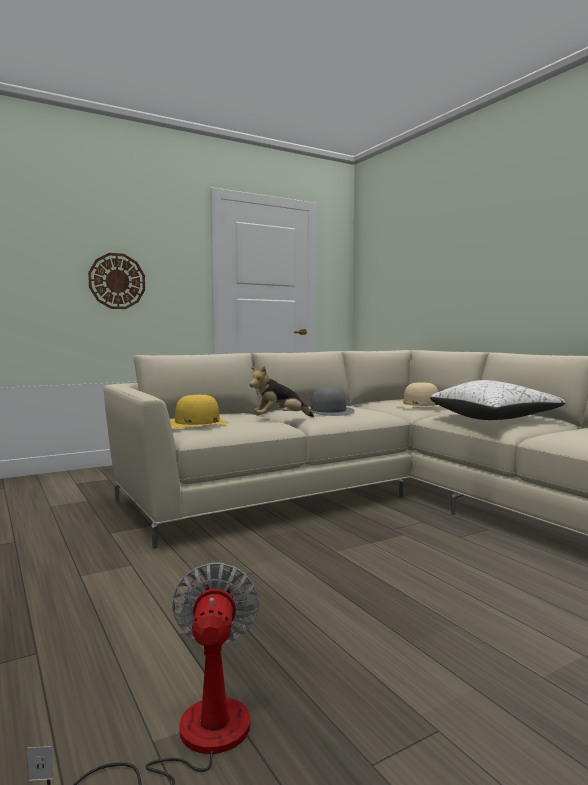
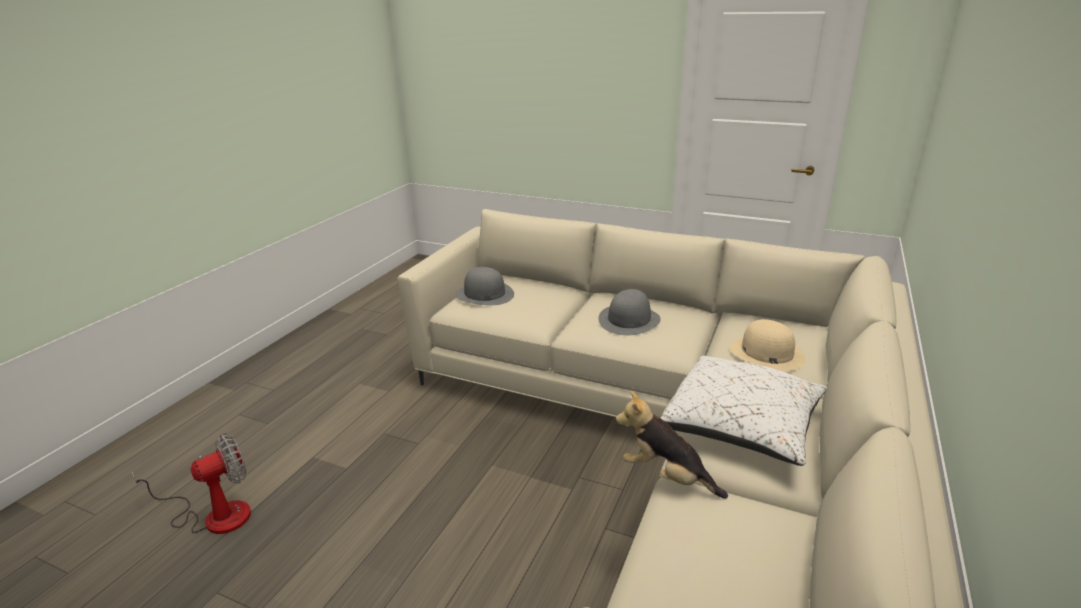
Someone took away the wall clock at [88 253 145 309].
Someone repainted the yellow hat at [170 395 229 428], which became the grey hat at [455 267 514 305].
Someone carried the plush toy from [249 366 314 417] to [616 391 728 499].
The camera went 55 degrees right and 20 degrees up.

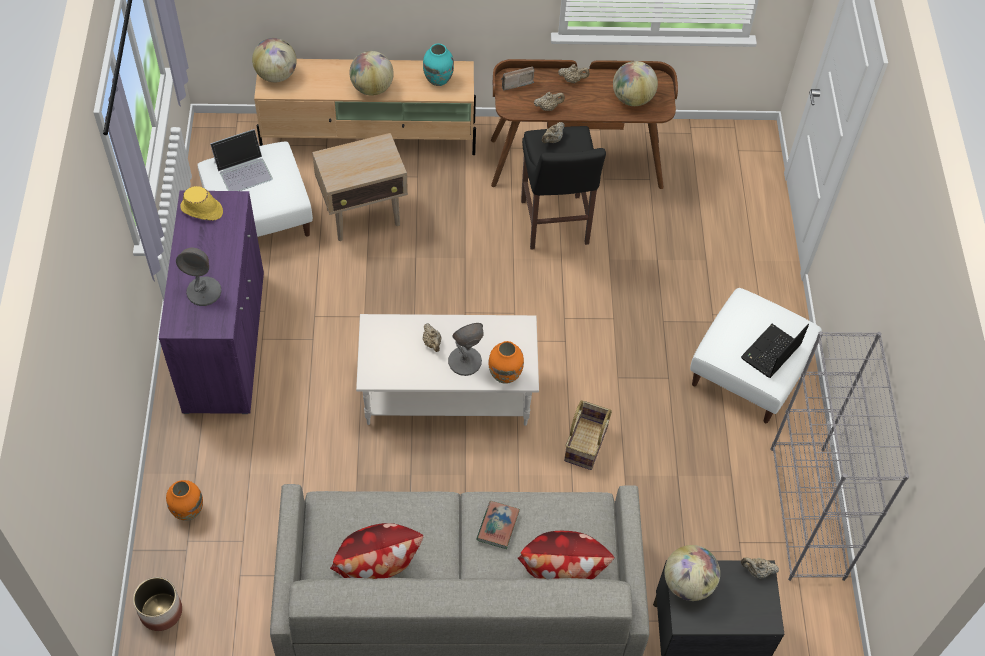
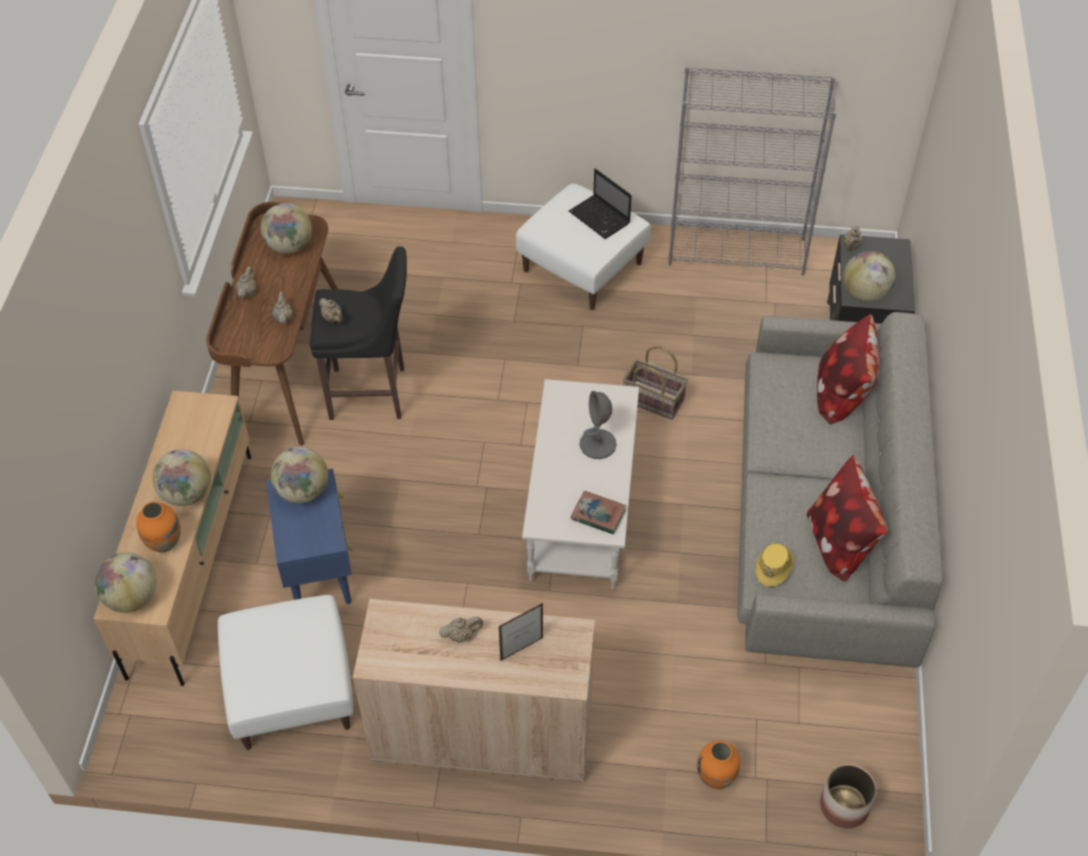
Someone repainted the purple cabinet at [159 191 264 414], which became the beige cabinet at [353 599 595 782].
Someone swapped the grey table lamp at [176 248 222 306] for the picture frame at [499 603 543 661].
Someone carried the yellow hat from [180 186 223 221] to [755 543 794 587].
Someone took away the laptop at [210 129 273 191].
Someone repainted the beige side table at [312 133 408 241], which became the blue side table at [266 469 352 604].
Someone took away the turquoise vase at [423 44 454 86].
Someone carried the beige teapot from [423 323 442 352] to [439 617 483 642].
Someone carried the book from [476 501 520 549] to [571 491 627 534].
Someone carried the orange vase from [488 341 524 384] to [136 501 181 552].
Someone took away the radio at [501 67 535 90].
Someone put down the globe at [271 447 328 503].
The camera went 80 degrees left and 5 degrees down.

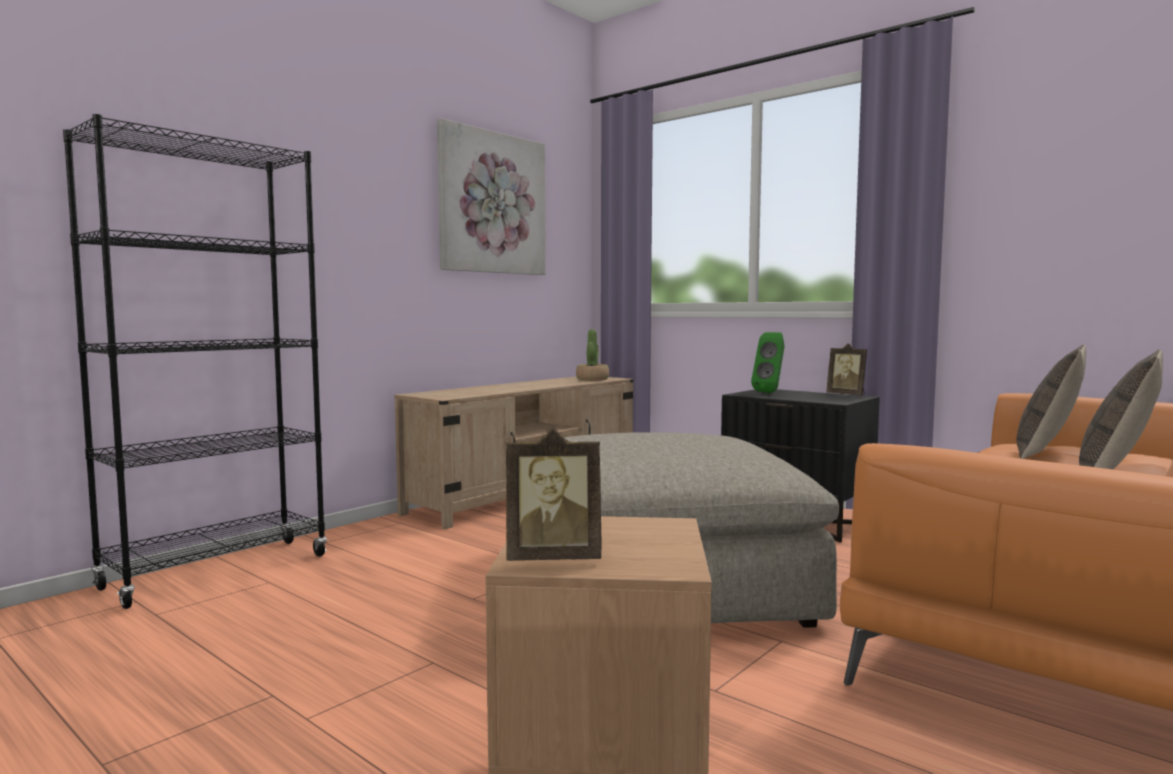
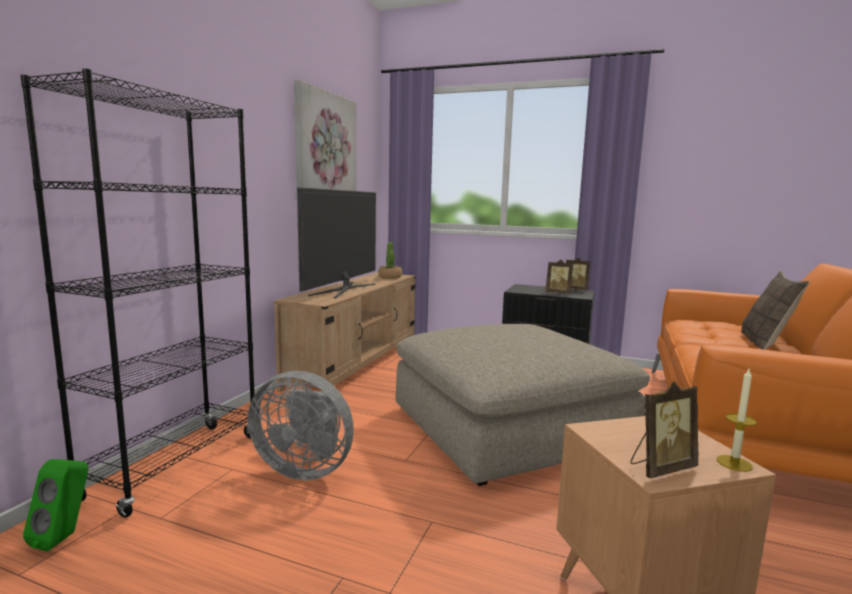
Someone carried the green speaker from [751 332 785 393] to [23 459 88 552].
Someone took away the pillow at [1016 345 1086 459].
Someone put down the grey fan at [248 371 354 481].
Someone put down the television at [297 187 376 298].
Someone put down the picture frame at [545 259 573 294].
Someone put down the candle at [717 367 757 472].
The camera went 20 degrees left and 5 degrees up.

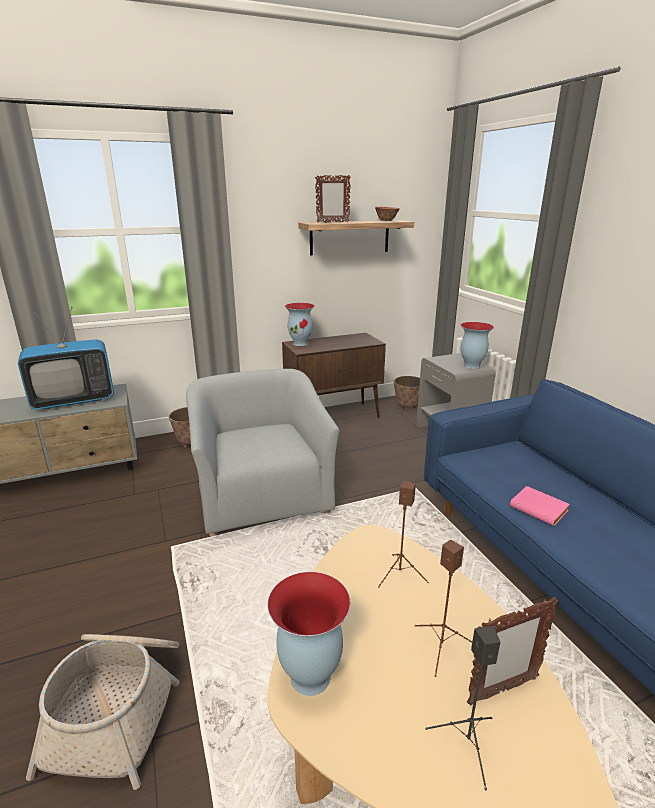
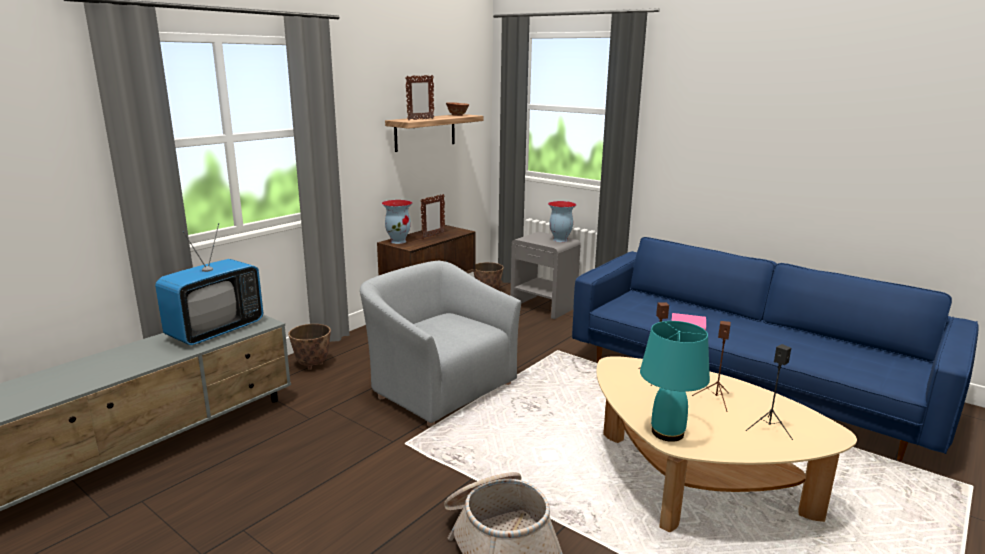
Someone swapped the vase at [267 572 351 696] for the turquoise table lamp at [640 321 710 442].
Someone carried the picture frame from [467 597 558 706] to [421 194 445 239].
The camera went 30 degrees left and 5 degrees down.

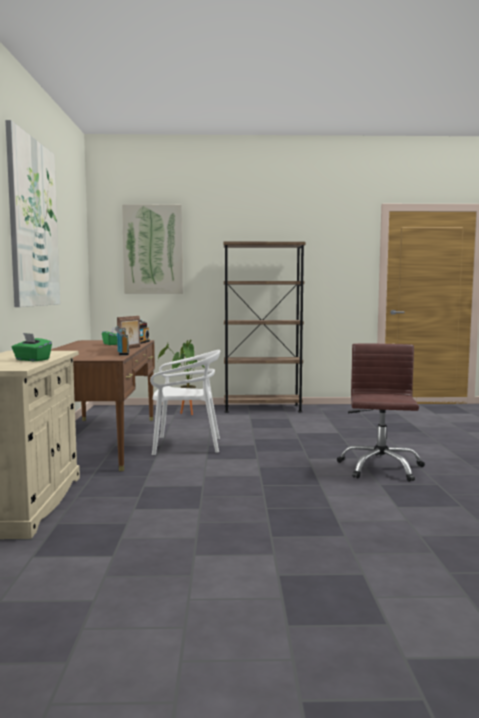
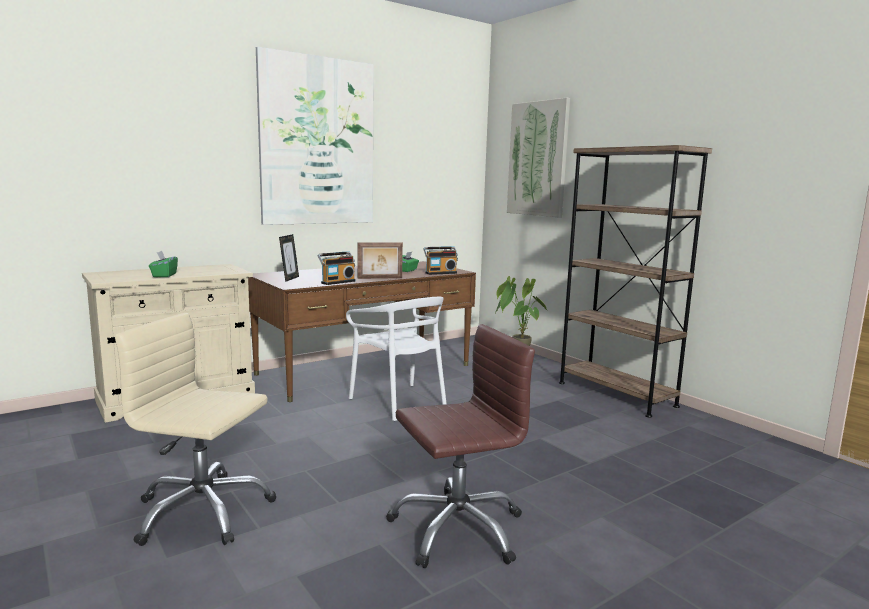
Someone put down the beige office chair at [115 313 276 546].
Someone put down the picture frame at [279 234 299 282].
The camera went 55 degrees right and 5 degrees up.

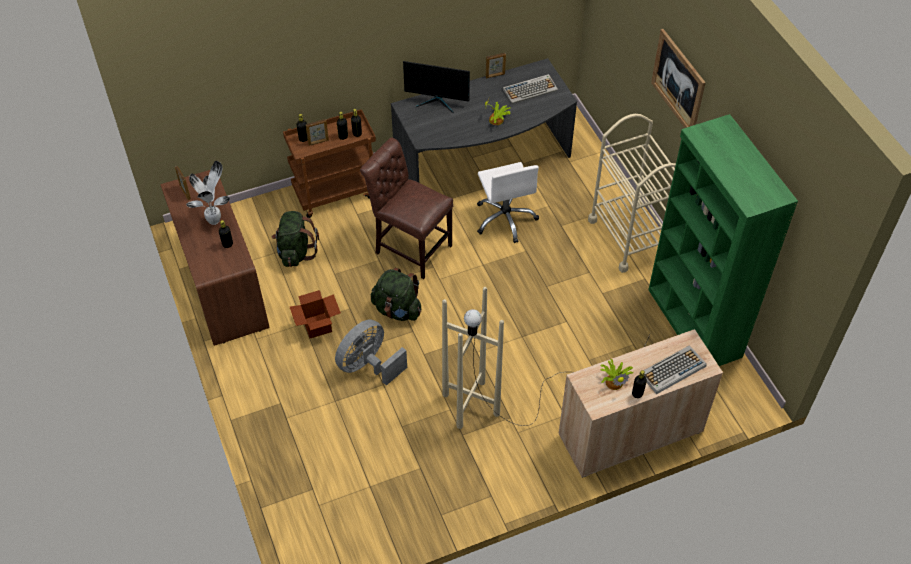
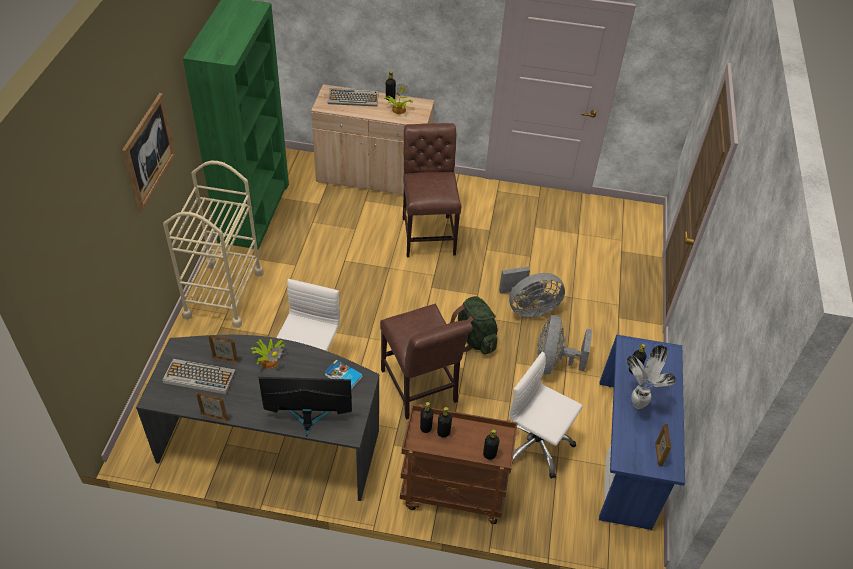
Someone repainted the brown desk at [160 170 270 346], which became the blue desk at [599 335 685 530].
Someone swapped the green backpack at [272 211 319 267] for the white office chair at [510 352 583 479].
Someone swapped the cardboard box at [290 290 341 338] for the grey fan at [537 315 592 375].
Someone carried the picture frame from [306 119 329 146] to [208 335 238 363].
Someone rotated the monitor at [403 61 470 113] by 45 degrees counterclockwise.
Someone swapped the beige floor lamp at [442 287 650 429] for the brown chair at [403 123 461 257].
Someone put down the book at [324 359 363 390].
The camera went 150 degrees left and 5 degrees down.

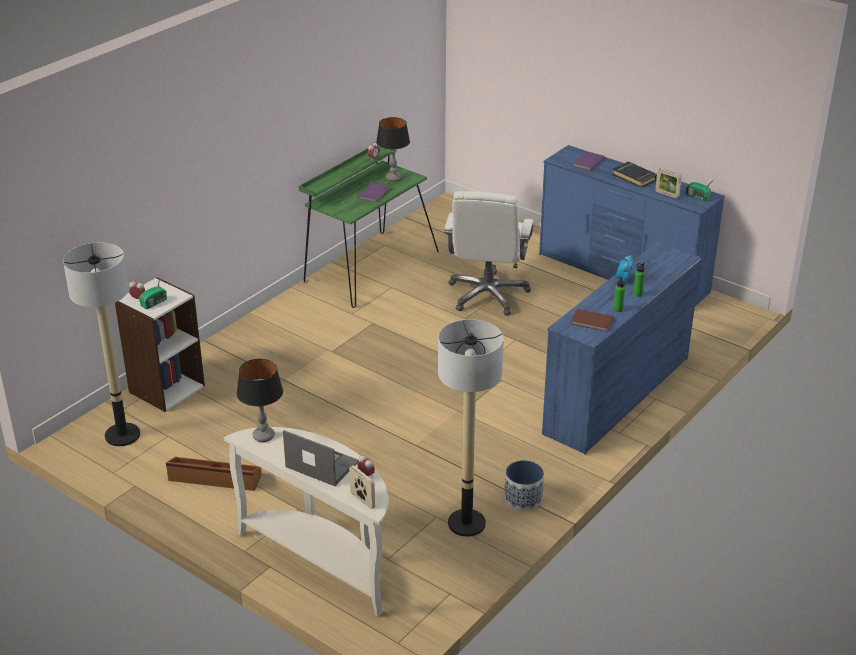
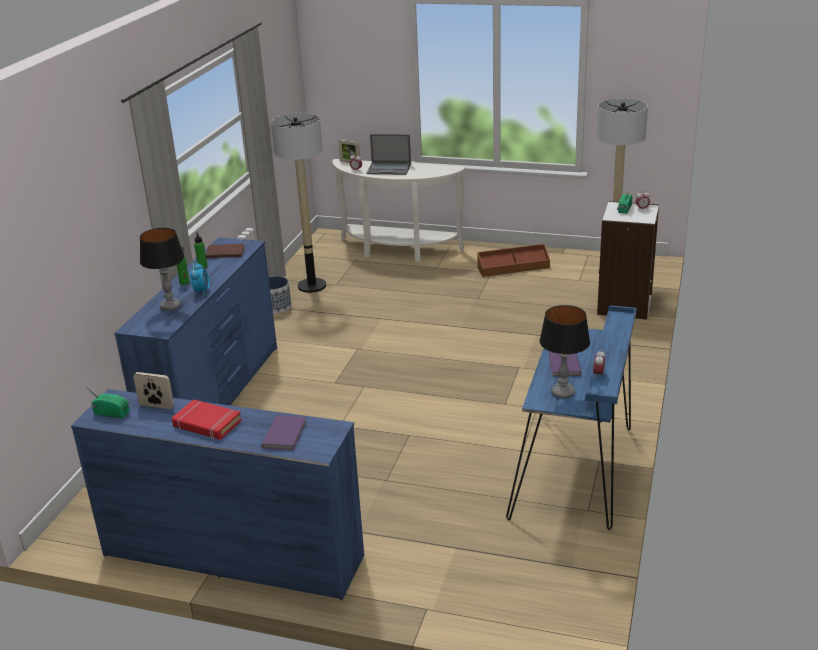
Someone carried the table lamp from [237 359 283 442] to [140 228 185 311].
Someone repainted the green desk at [299 146 439 308], which became the blue desk at [506 305 637 530].
Someone took away the white office chair at [444 191 534 316].
Someone repainted the black book at [613 162 657 188], which became the red book at [172 399 242 440].
The camera went 160 degrees right and 5 degrees down.

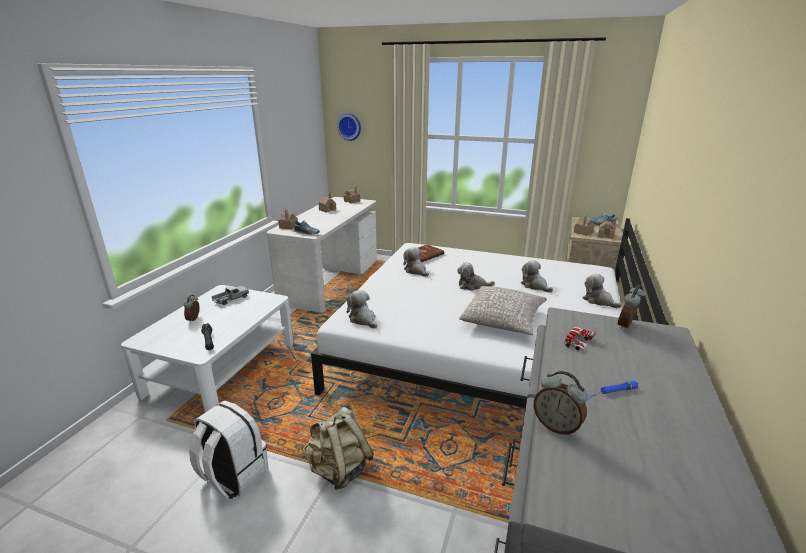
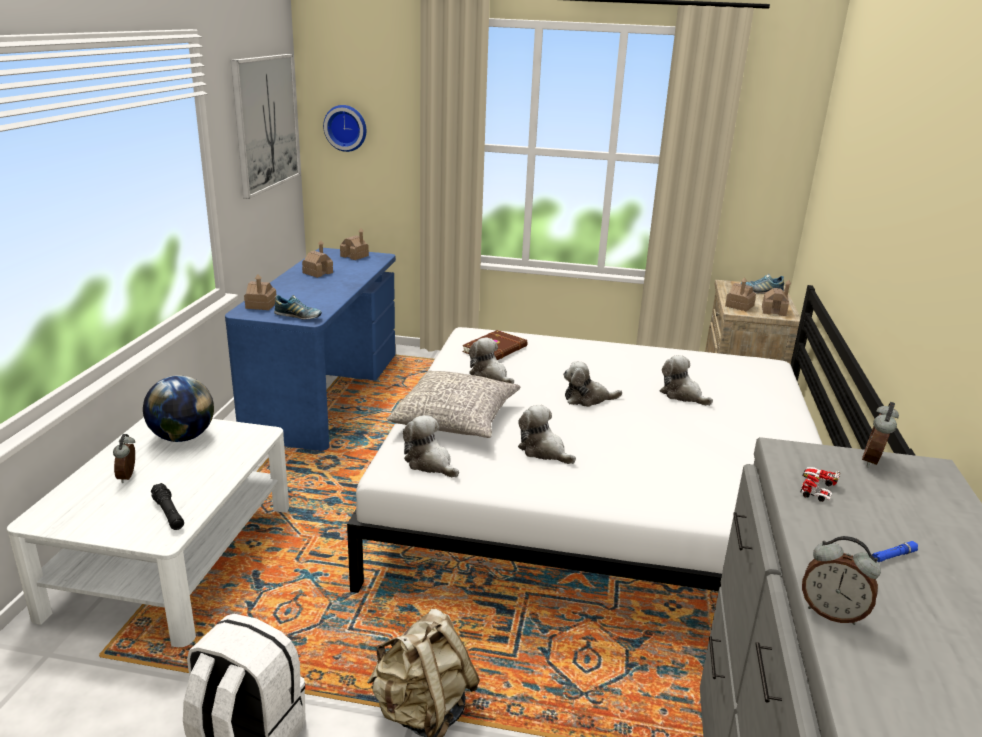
Someone swapped the toy truck at [212 286 249 305] for the globe at [143 375 214 442].
Someone repainted the white desk at [267 197 377 313], which became the blue desk at [225 248 396 451].
Someone carried the grey pillow from [459 286 547 335] to [387 370 520 438].
Someone carried the plush toy from [583 274 622 308] to [518 405 576 464].
Someone put up the picture at [231 54 300 199].
The camera went 10 degrees left and 0 degrees up.

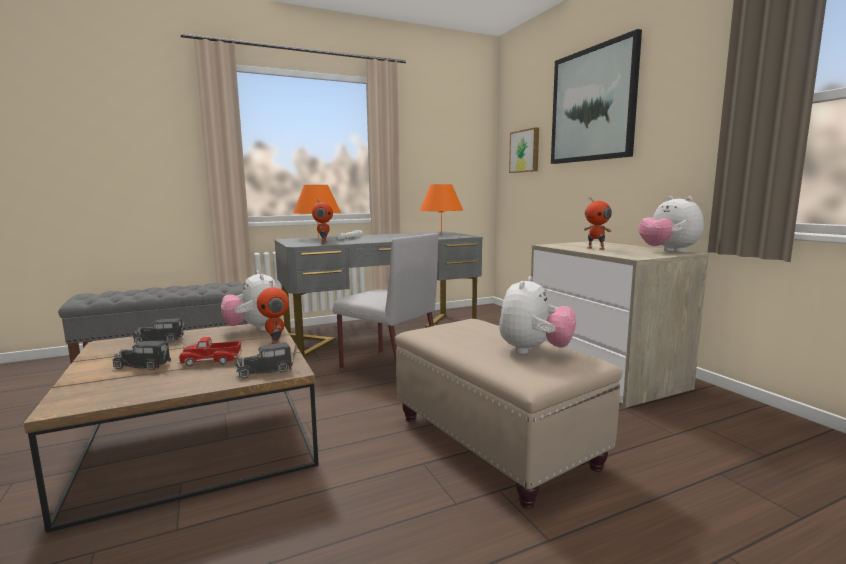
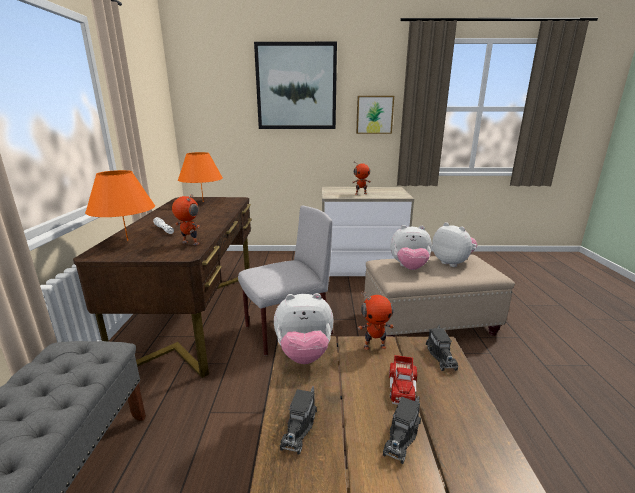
Someone repainted the grey desk at [274 231 483 357], which became the brown desk at [73 197 252 378].
Someone carried the picture from [509 127 539 173] to [356 96 394 134].
Someone carried the plush toy from [638 196 704 253] to [390 225 432 270].
The camera went 65 degrees left and 10 degrees up.

